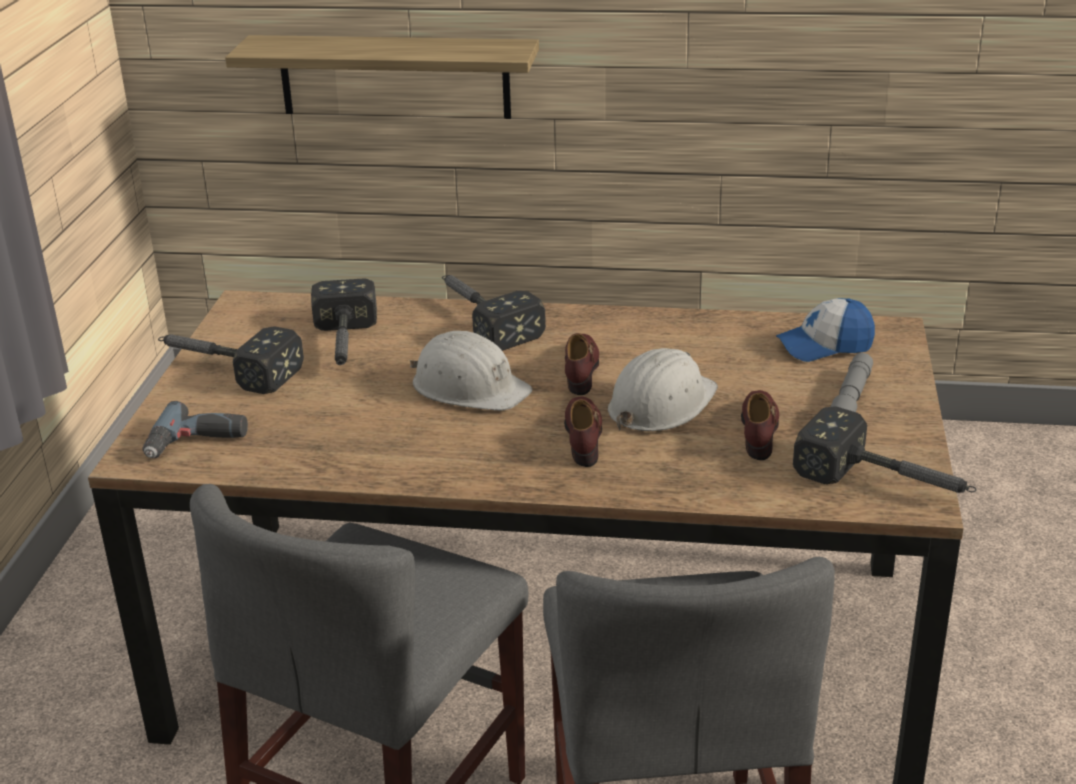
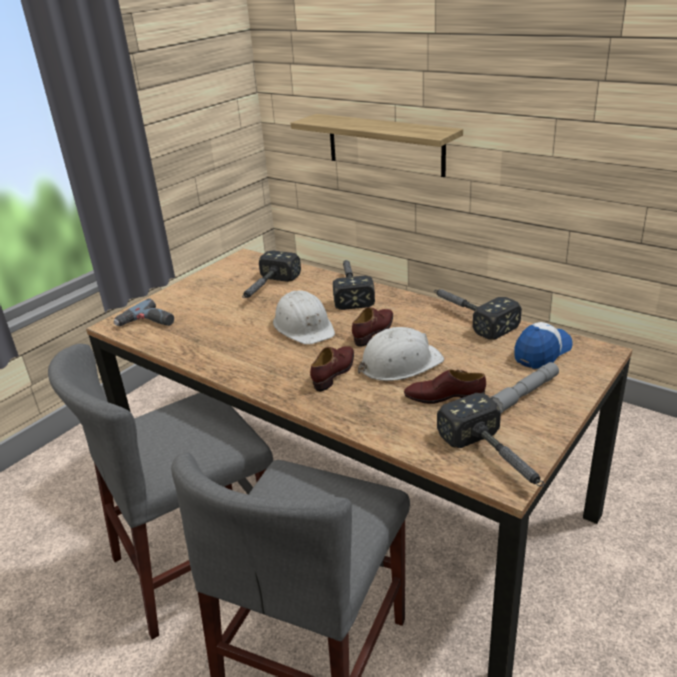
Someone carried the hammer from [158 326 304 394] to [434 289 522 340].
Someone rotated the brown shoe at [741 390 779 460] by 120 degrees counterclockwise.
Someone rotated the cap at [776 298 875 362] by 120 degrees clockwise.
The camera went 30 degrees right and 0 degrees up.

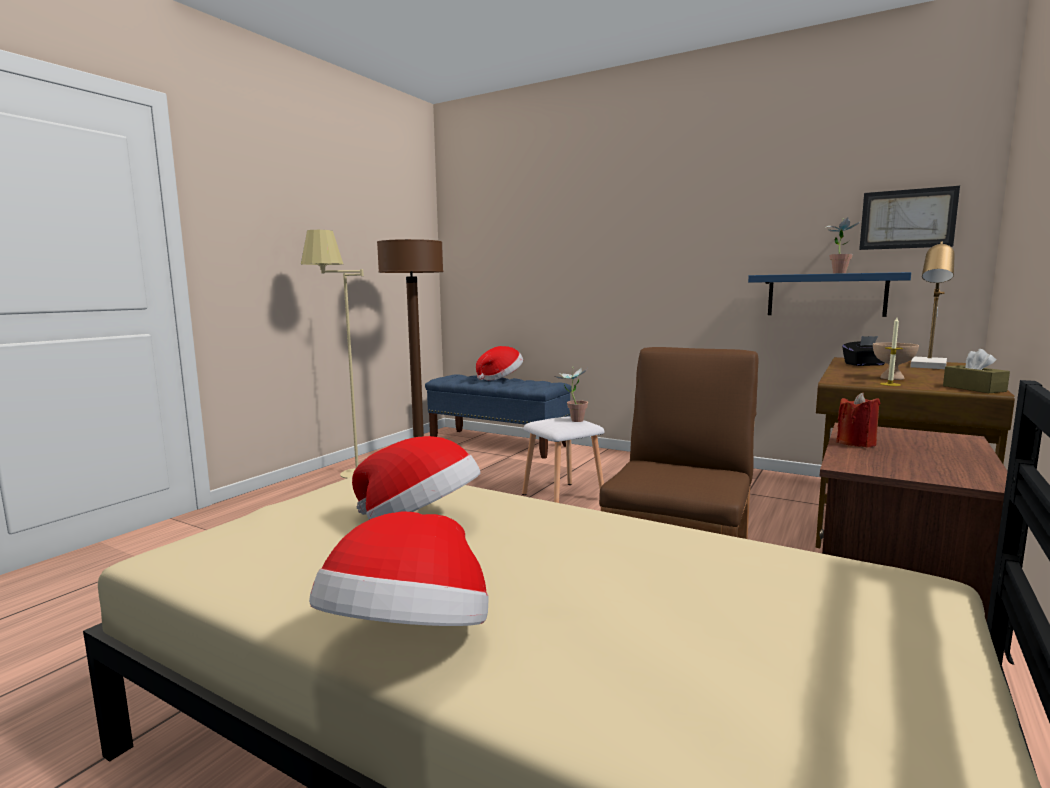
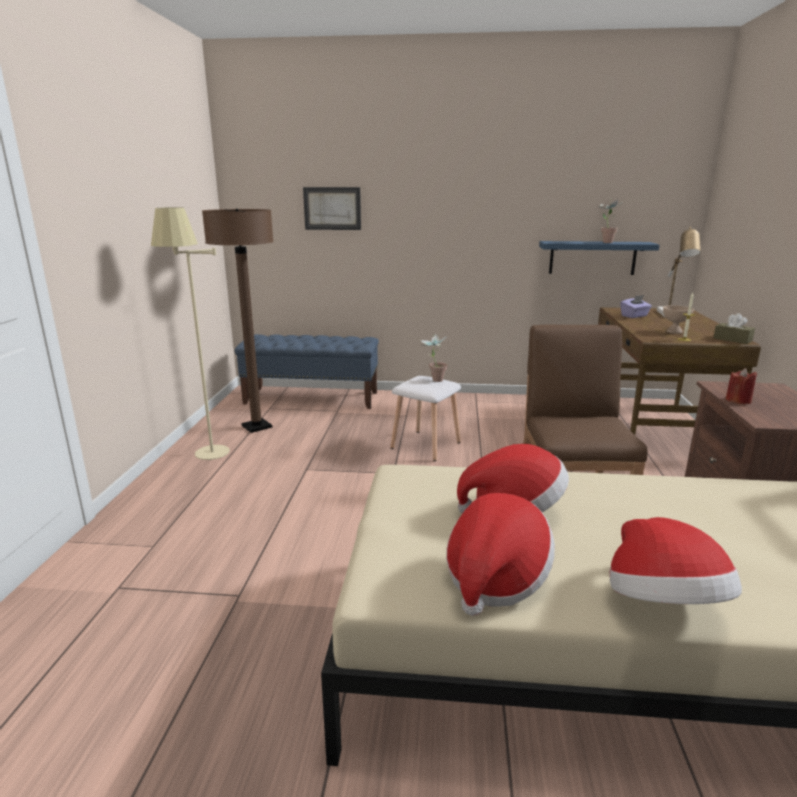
Someone carried the hat from [476 346 523 381] to [446 493 555 616].
Someone repainted the black tissue box at [842 336 885 366], which became the purple tissue box at [621 295 652 318].
Someone carried the picture from [859 186 960 250] to [303 187 361 230].
The camera went 25 degrees left and 10 degrees up.

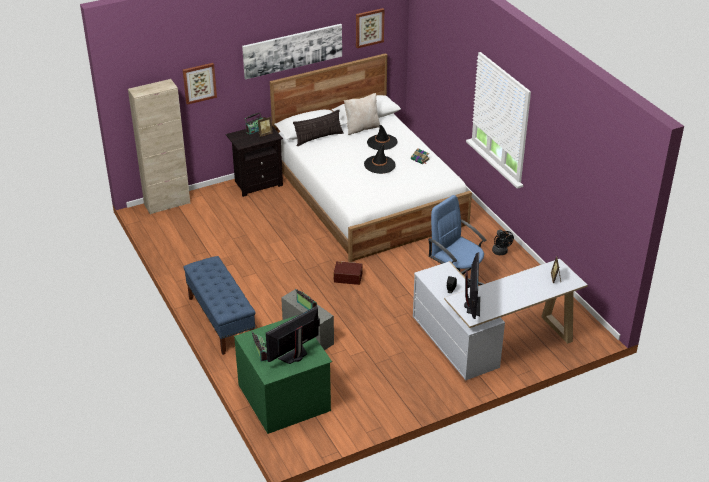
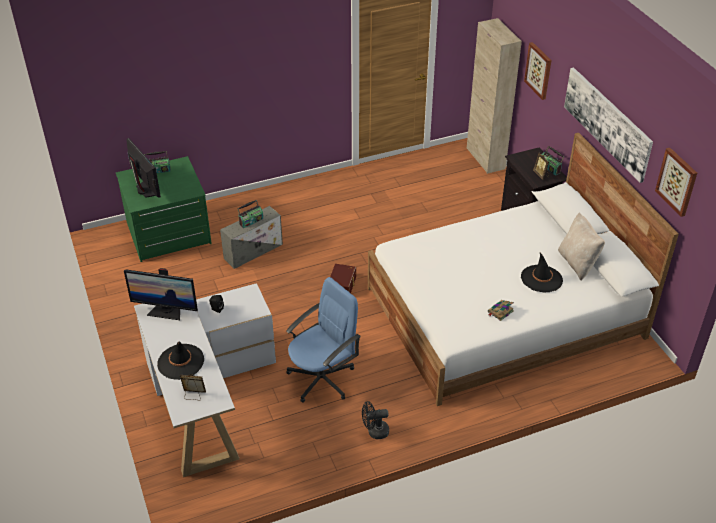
Someone took away the blue bench at [183 256 255 355].
Someone took away the pillow at [293 110 344 146].
Someone carried the black hat from [364 144 396 174] to [157 341 204 380].
The camera went 95 degrees right and 5 degrees up.

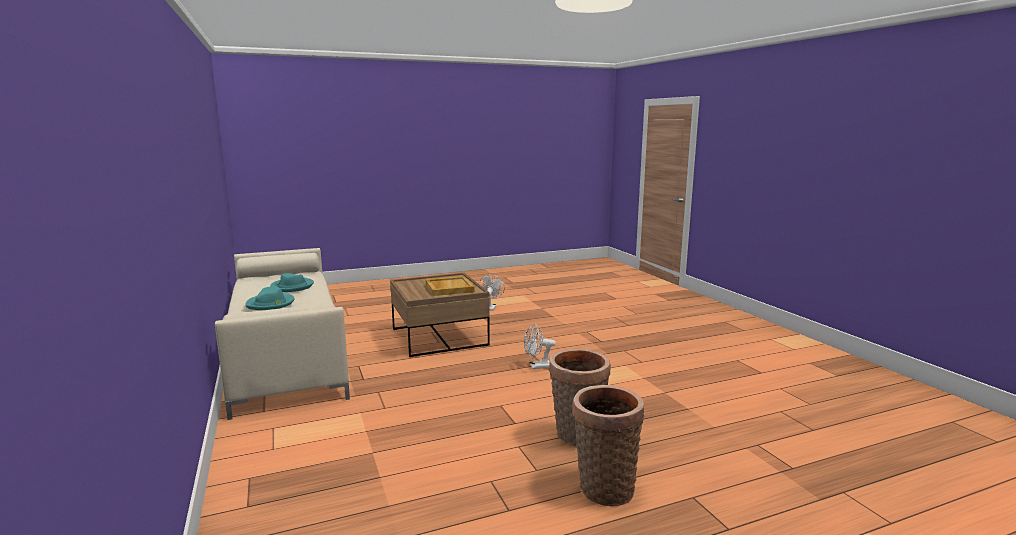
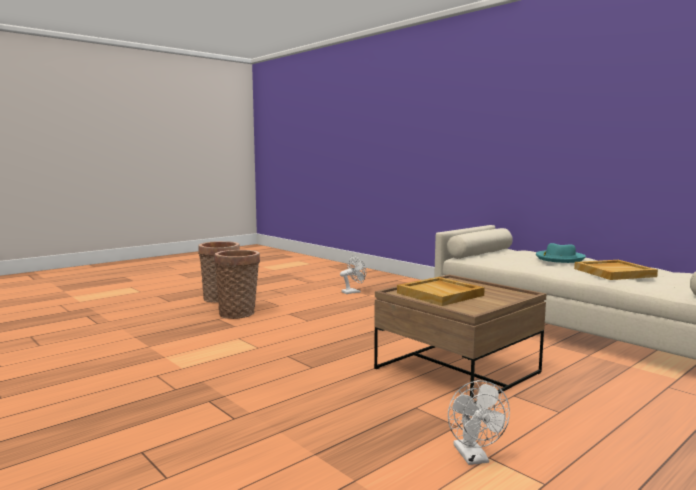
Someone swapped the turquoise hat at [270 273 314 292] for the beige tray at [574 260 658 280].
Someone carried the white fan from [524 324 556 369] to [340 255 366 294].
The camera went 160 degrees right and 5 degrees down.

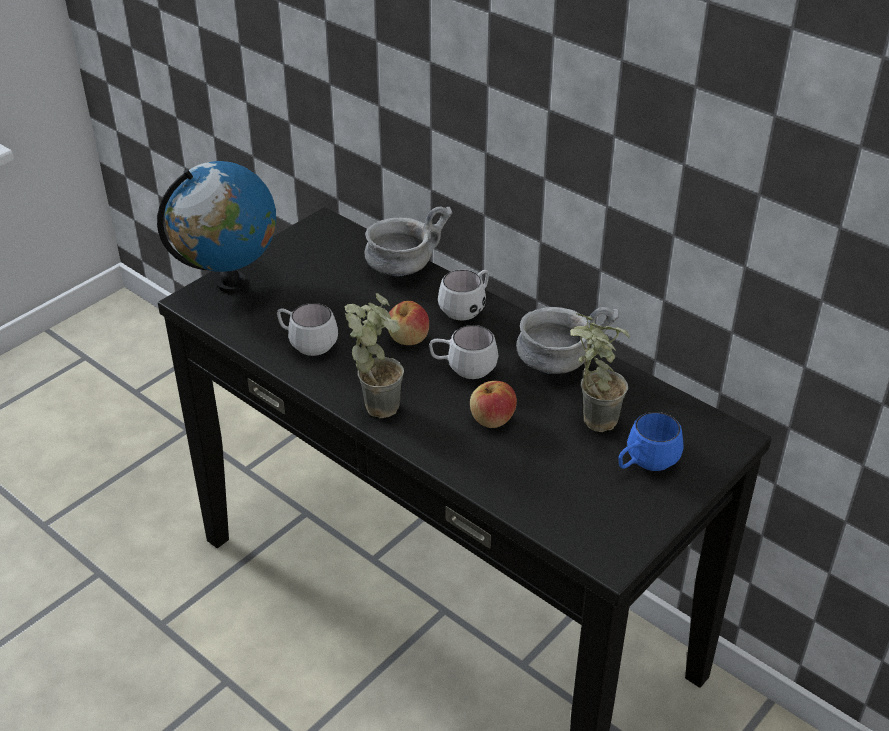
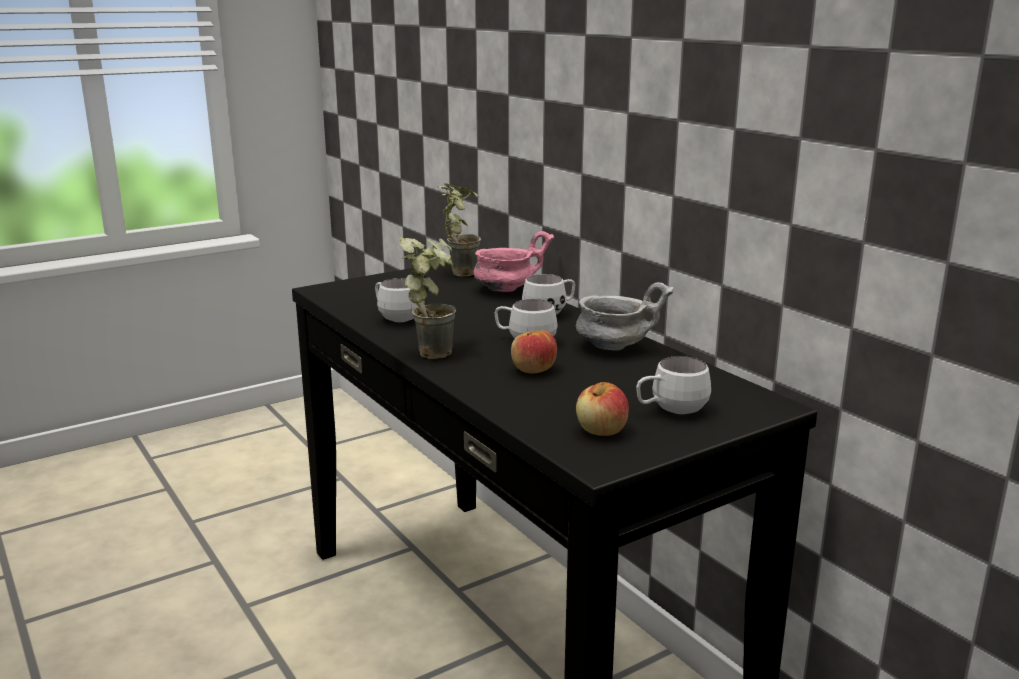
Someone took away the globe at [157 161 276 293].
Someone repainted the grey bowl at [364 206 452 276], which became the pink bowl at [474 231 554 292].
Someone carried the apple from [388 301 429 345] to [576 382 629 436].
Someone carried the potted plant from [570 313 629 432] to [437 183 481 277].
Someone repainted the blue mug at [619 412 683 471], which became the white mug at [636 356 711 414].
The camera went 15 degrees right and 20 degrees down.

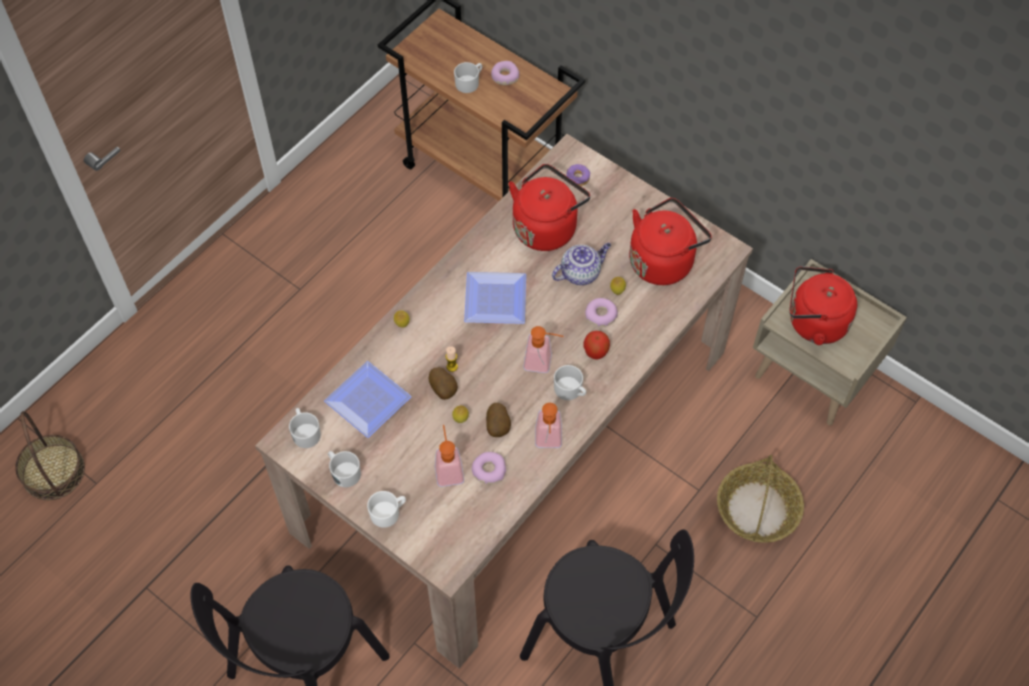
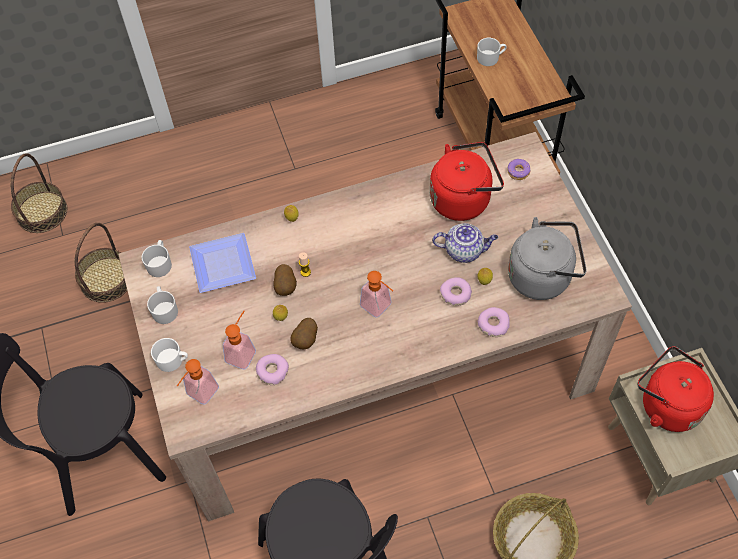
Someone took away the plate at [464 272 526 324].
Someone carried the donut from [491 61 519 85] to [477 307 509 337].
Someone carried the soap dispenser from [535 403 562 448] to [177 359 219 405].
Someone took away the white mug at [554 365 586 400].
Someone took away the apple at [583 331 610 359].
Someone repainted the red kettle at [629 198 712 285], which became the grey kettle at [508 217 586 300].
Someone put down the basket at [75 223 127 303].
The camera went 35 degrees right and 0 degrees up.

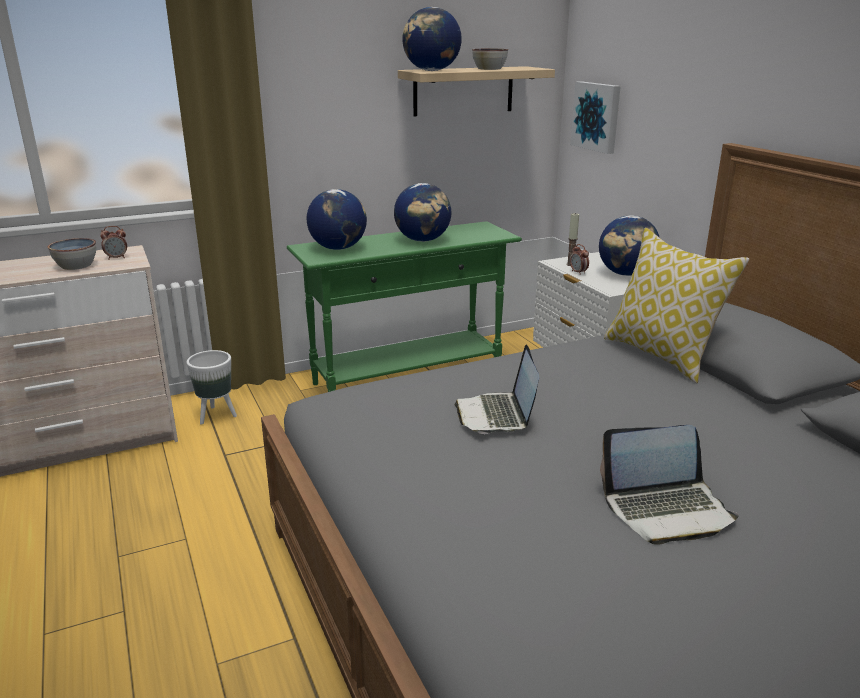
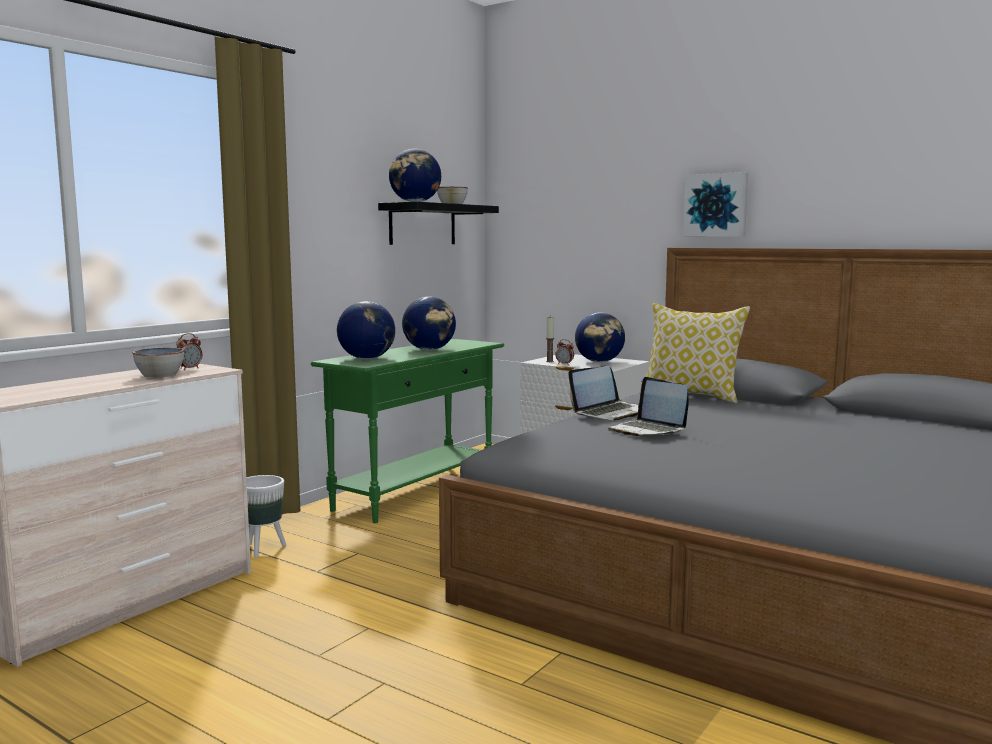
Someone repainted the beige shelf at [398 66 555 116], which became the black shelf at [378 202 499 245].
Someone carried the picture from [570 81 621 154] to [683 172 748 237].
Someone carried the laptop from [600 425 739 545] to [568 366 638 420].
The camera went 30 degrees left and 15 degrees down.

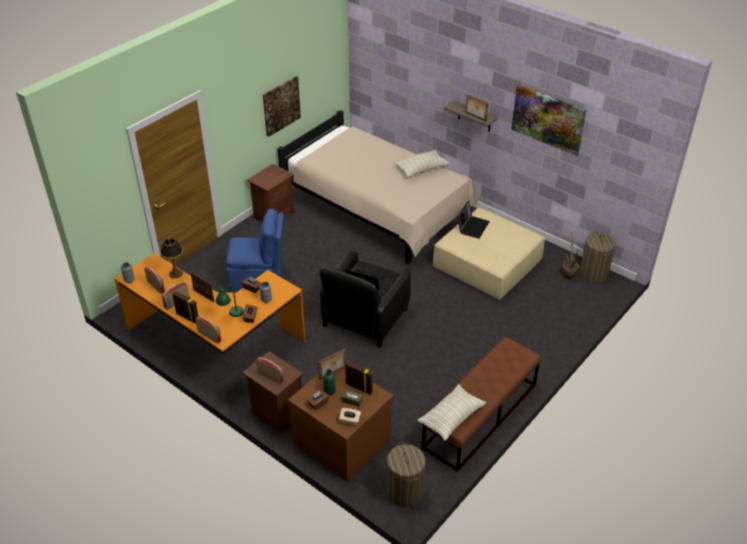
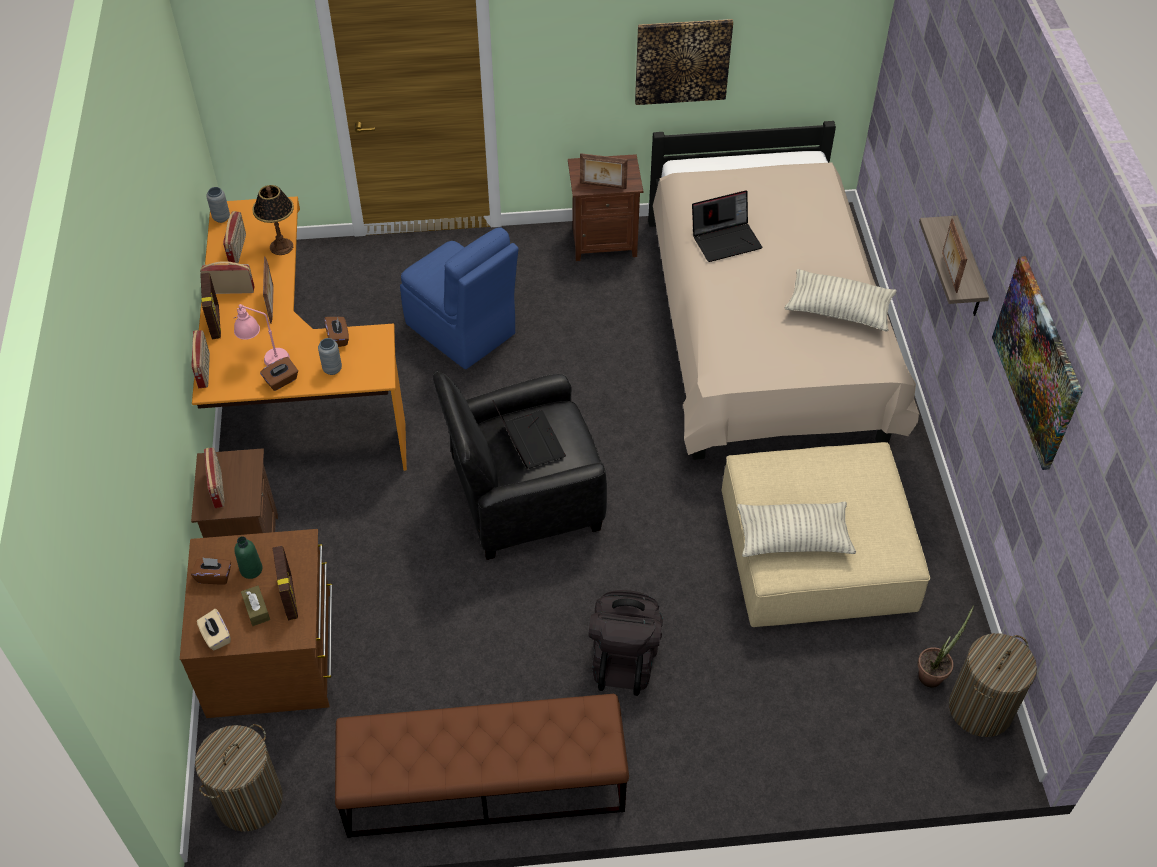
Someone repainted the green table lamp at [216 285 244 317], which became the pink table lamp at [234 304 290 366].
Someone carried the picture frame from [318 349 346 380] to [580 153 628 189].
Someone carried the pillow from [418 384 486 441] to [737 501 856 557].
Someone carried the laptop from [457 200 490 239] to [692 190 762 262].
Someone put down the black backpack at [588 590 663 696].
The camera went 45 degrees right and 10 degrees up.

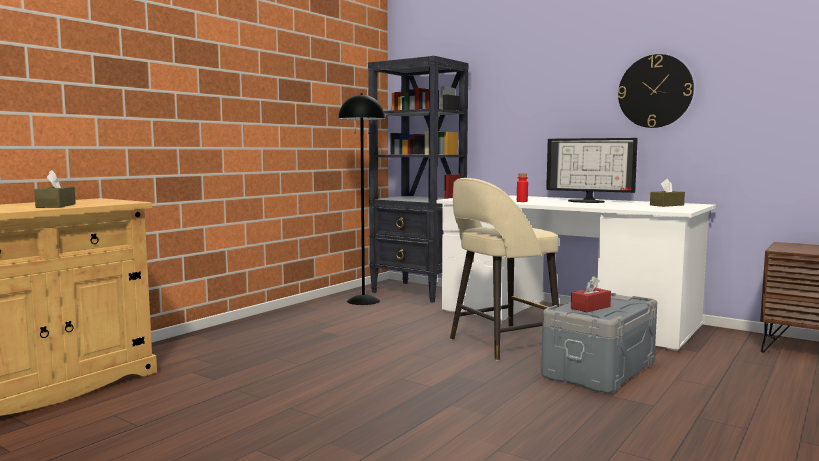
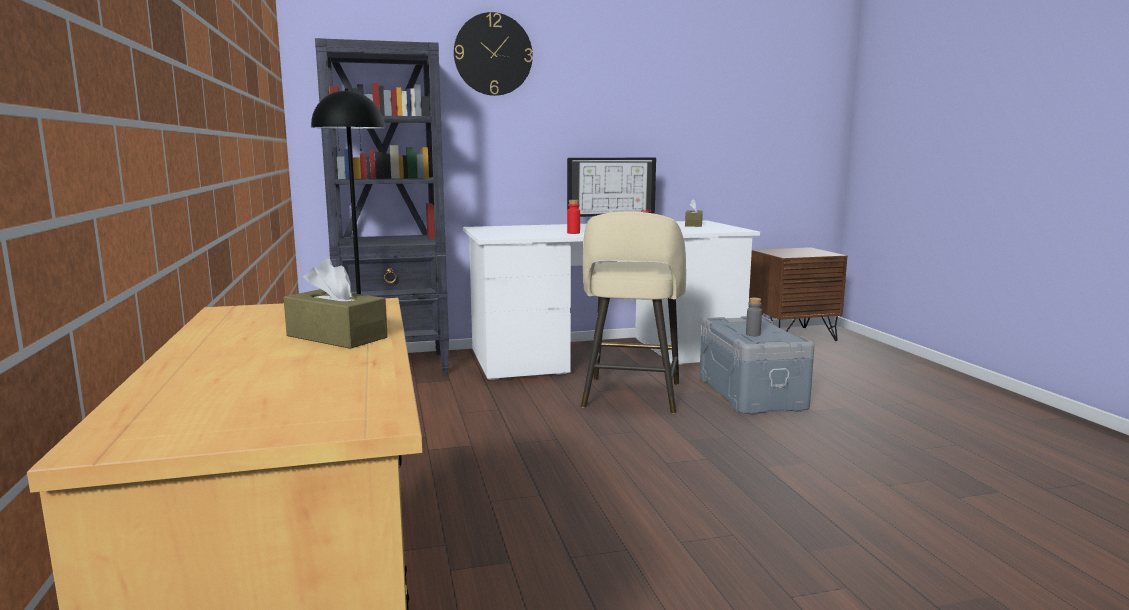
Someone swapped the red tissue box at [571 276 611 312] for the grey bottle at [746 298 762 336].
Someone carried the wall clock from [618 54 694 128] to [454 12 533 96].
The camera went 50 degrees left and 5 degrees up.

